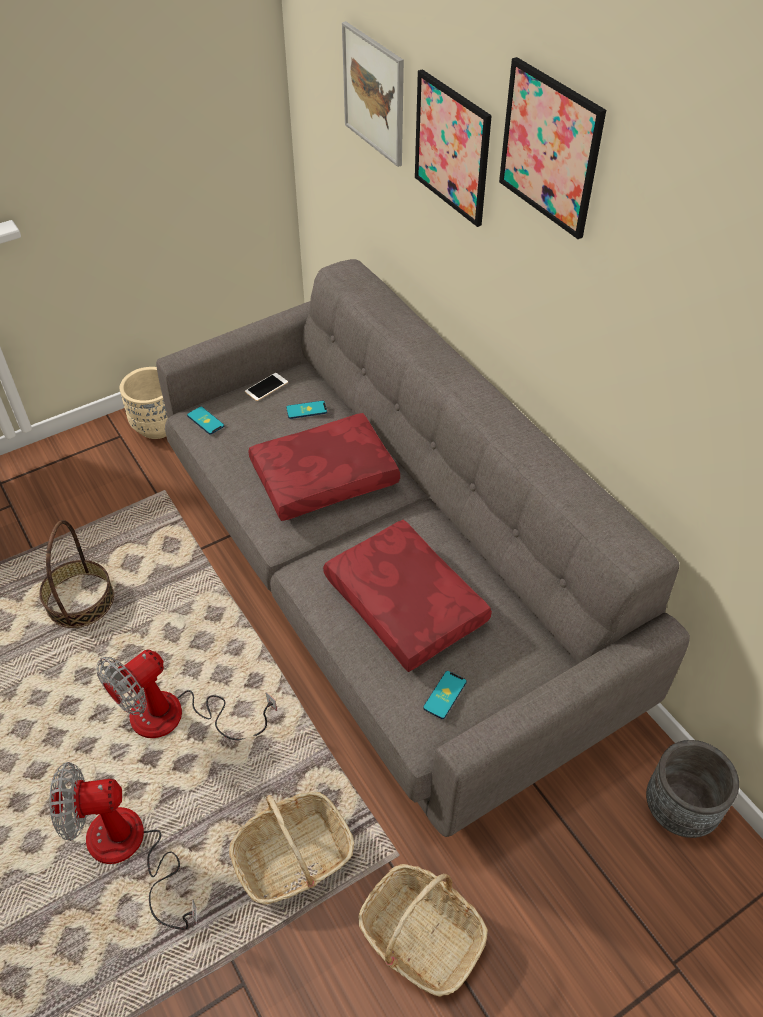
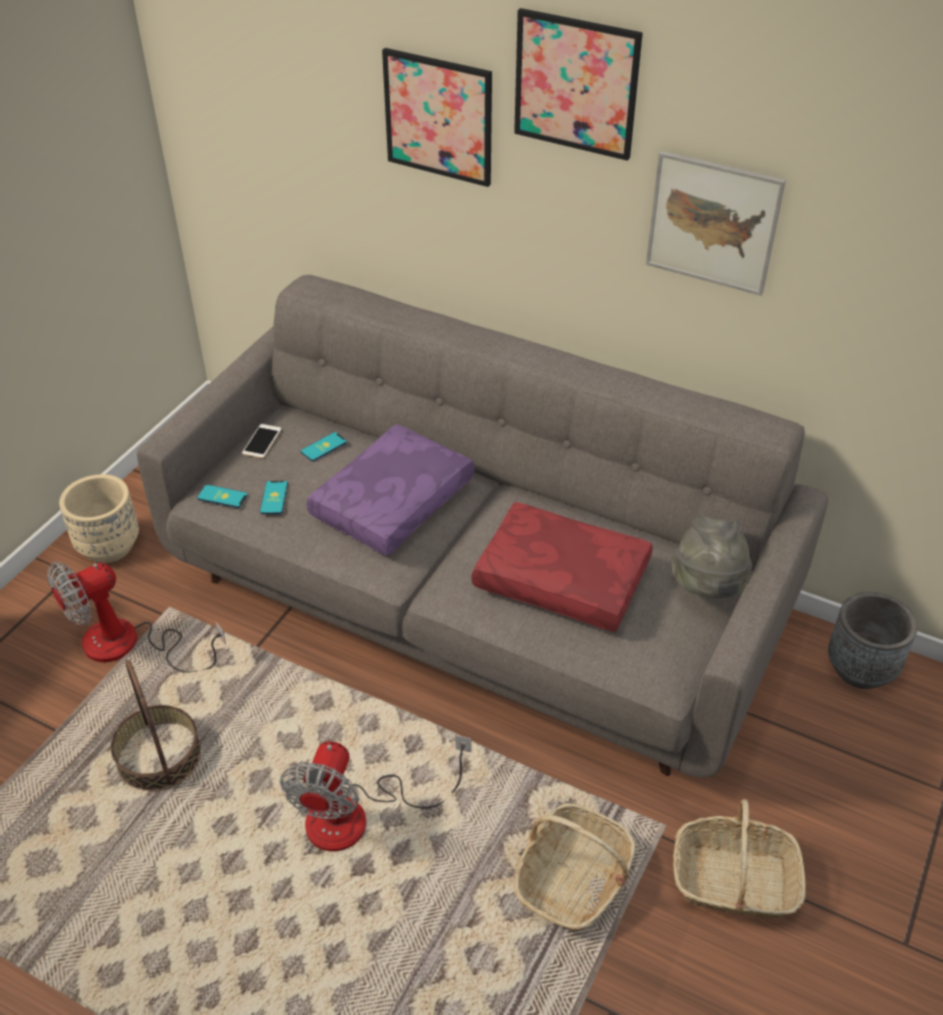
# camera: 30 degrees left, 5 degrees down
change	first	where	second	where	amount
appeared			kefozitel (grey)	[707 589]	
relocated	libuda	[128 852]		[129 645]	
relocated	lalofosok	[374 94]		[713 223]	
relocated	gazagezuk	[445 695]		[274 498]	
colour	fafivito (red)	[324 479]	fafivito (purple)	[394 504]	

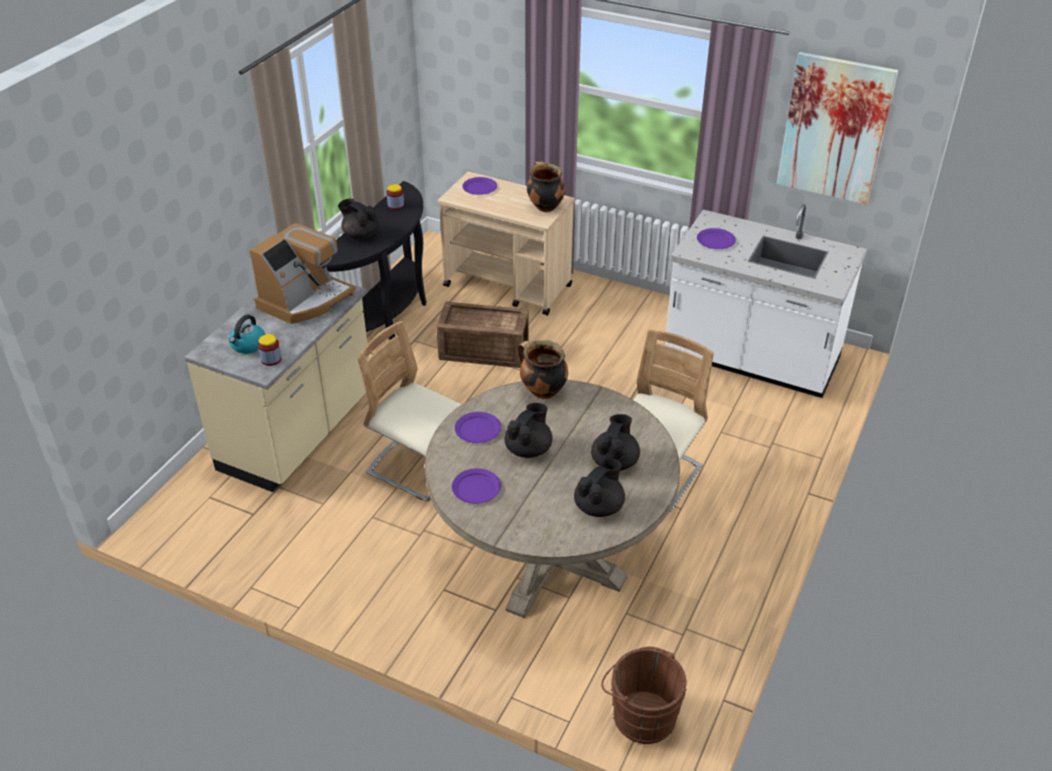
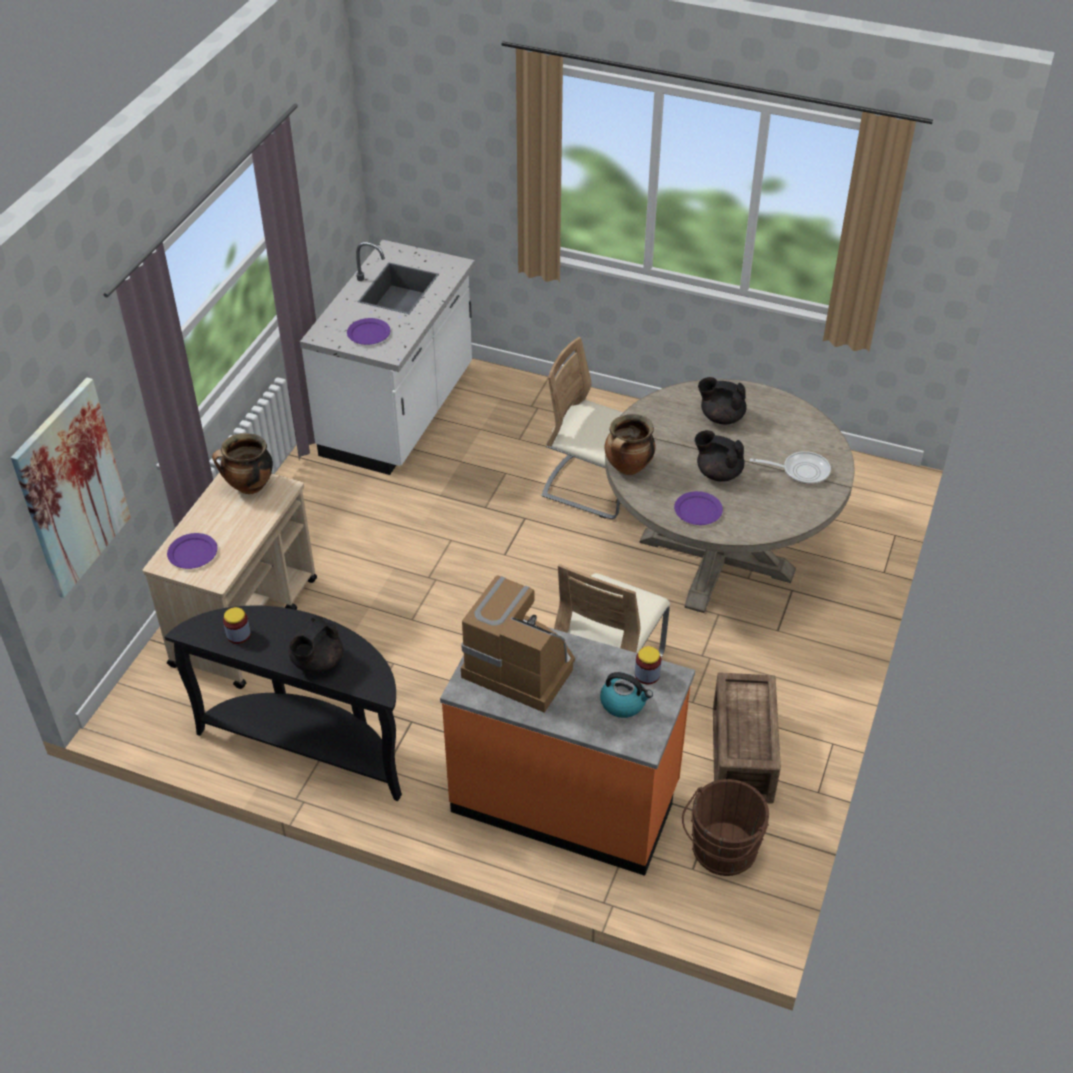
# camera: 95 degrees left, 5 degrees up
change	first	where	second	where	amount
missing	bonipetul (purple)	[476 488]			
missing	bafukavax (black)	[599 506]			
appeared			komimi	[801 471]	
relocated	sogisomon	[482 350]		[740 755]	
relocated	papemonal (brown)	[641 715]		[721 852]	
relocated	lalofosok	[834 129]		[72 488]	
colour	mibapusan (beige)	[299 434]	mibapusan (orange)	[565 798]	

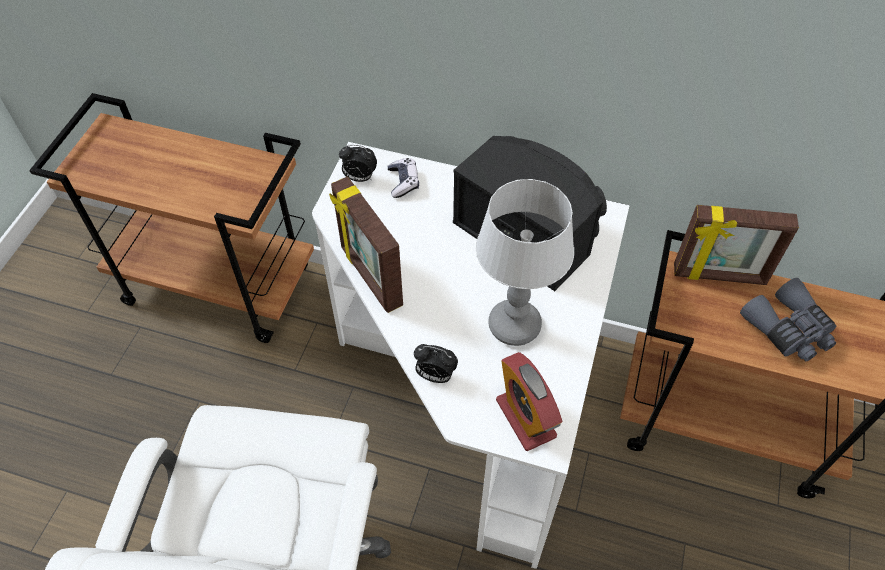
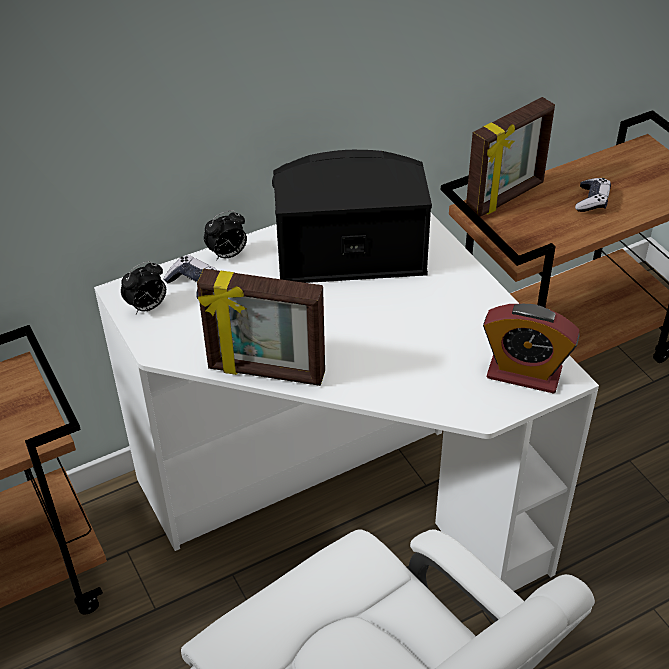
# camera: 45 degrees left, 10 degrees down
change	first	where	second	where	amount
missing	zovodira	[515 325]			
relocated	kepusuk	[435 375]		[227 255]	
exchanged	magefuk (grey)	[788 330]	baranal	[592 201]	

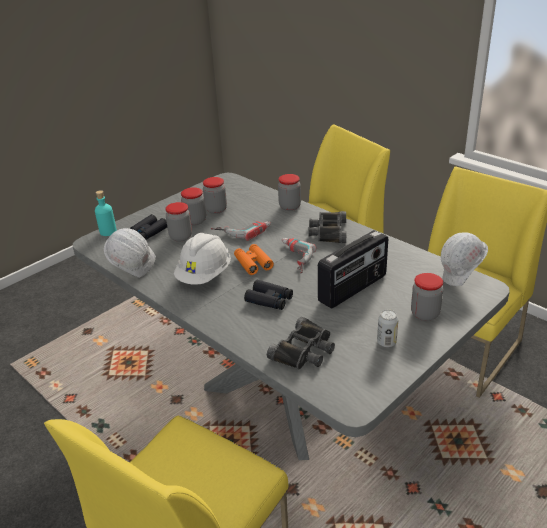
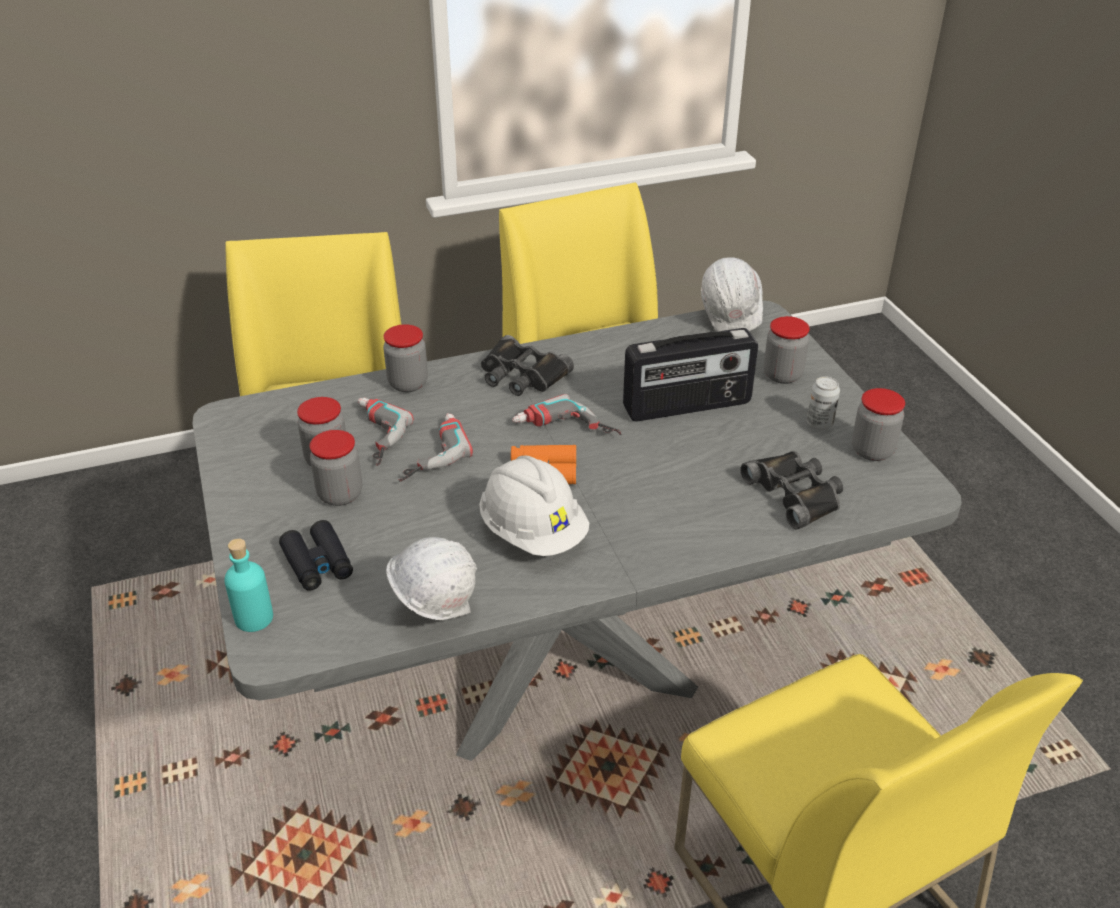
# camera: 65 degrees left, 5 degrees up
change	first	where	second	where	amount
missing	magefuk (black)	[269 300]			
appeared			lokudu	[370 436]	
relocated	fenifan	[181 237]		[872 451]	
spun	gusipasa	[353 289]		[687 406]	90 degrees clockwise

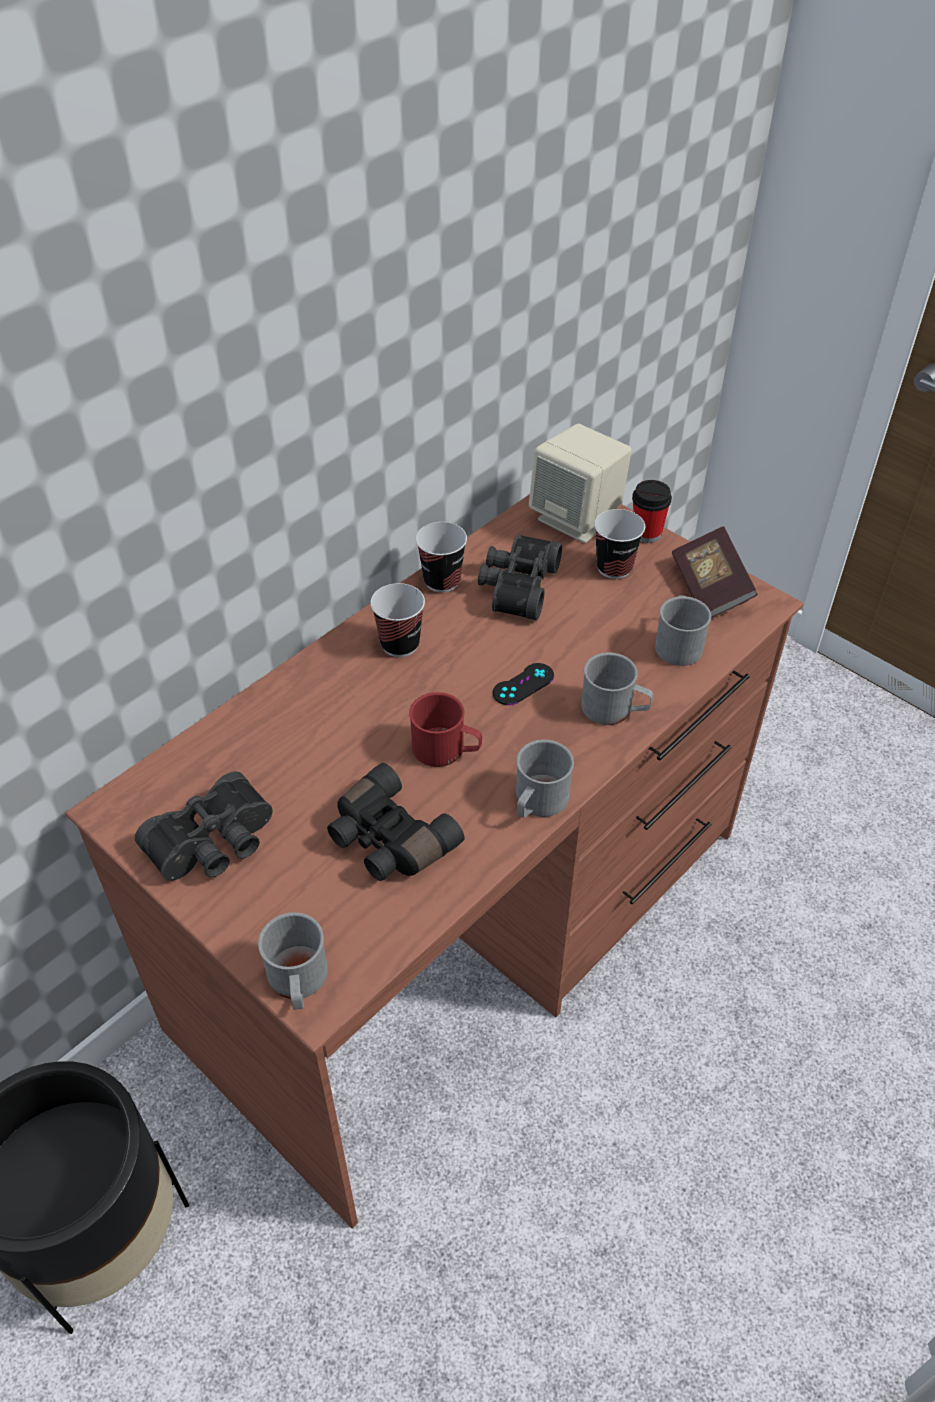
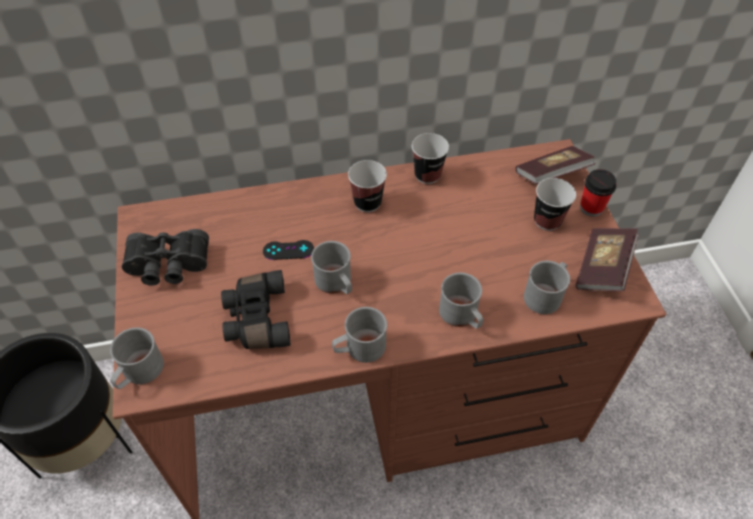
# camera: 35 degrees right, 5 degrees up
change	first	where	second	where	amount
missing	magefuk (black)	[516 586]			
relocated	baranal (black)	[523 684]		[288 250]	
exchanged	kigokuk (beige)	[577 518]	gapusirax	[551 175]	
colour	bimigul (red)	[446 750]	bimigul (grey)	[336 283]	

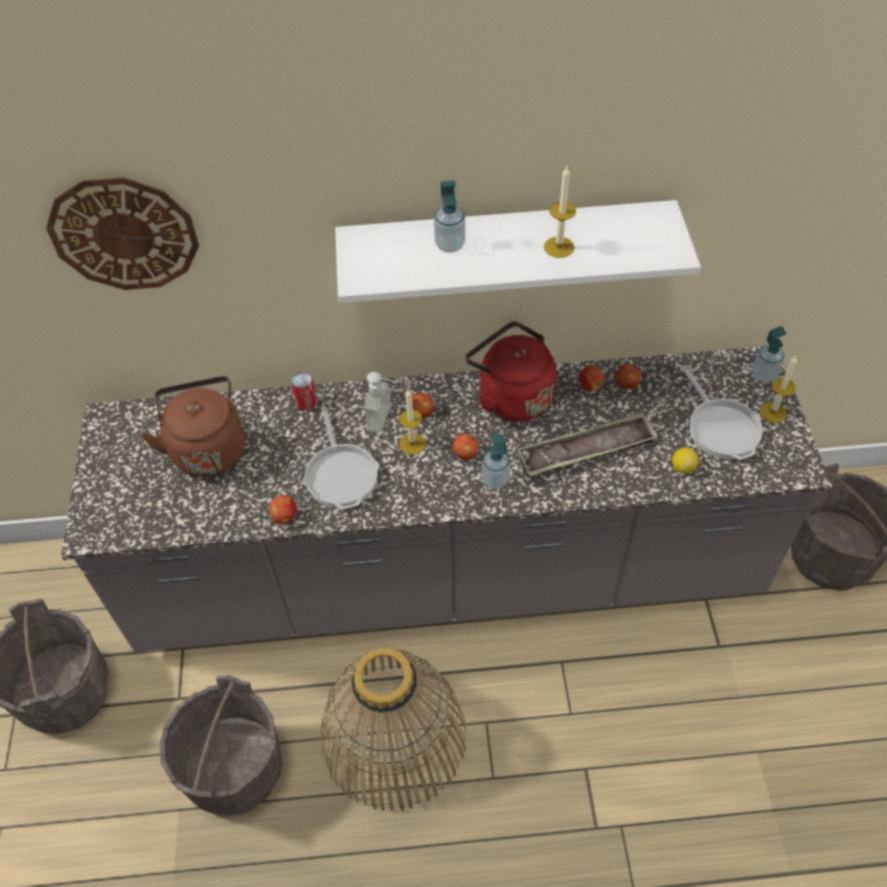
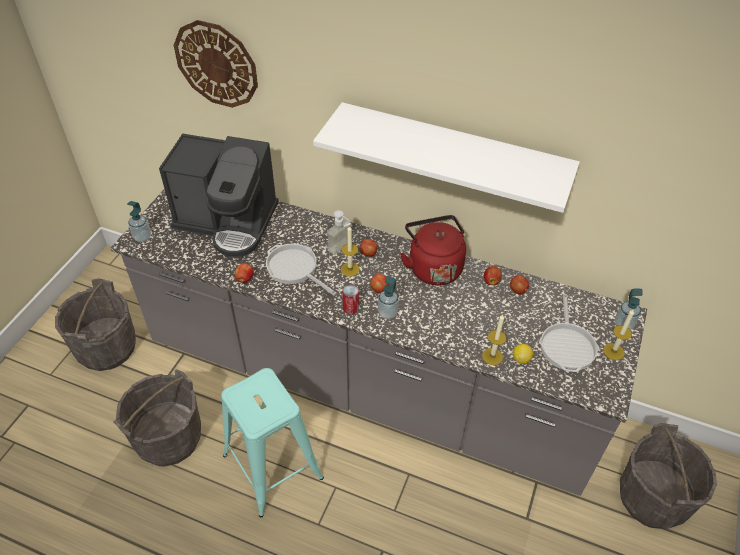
# camera: 25 degrees right, 5 degrees down
change	first	where	second	where	amount
missing	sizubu	[587 450]			
relocated	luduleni	[306 402]		[351 308]	
relocated	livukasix	[450 245]		[142 237]	
relocated	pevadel	[559 247]		[492 356]	
exchanged	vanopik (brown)	[207 447]	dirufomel	[228 222]	
exchanged	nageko	[394 736]	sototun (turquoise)	[272 466]	
spun	komimi	[341 474]		[294 269]	120 degrees clockwise

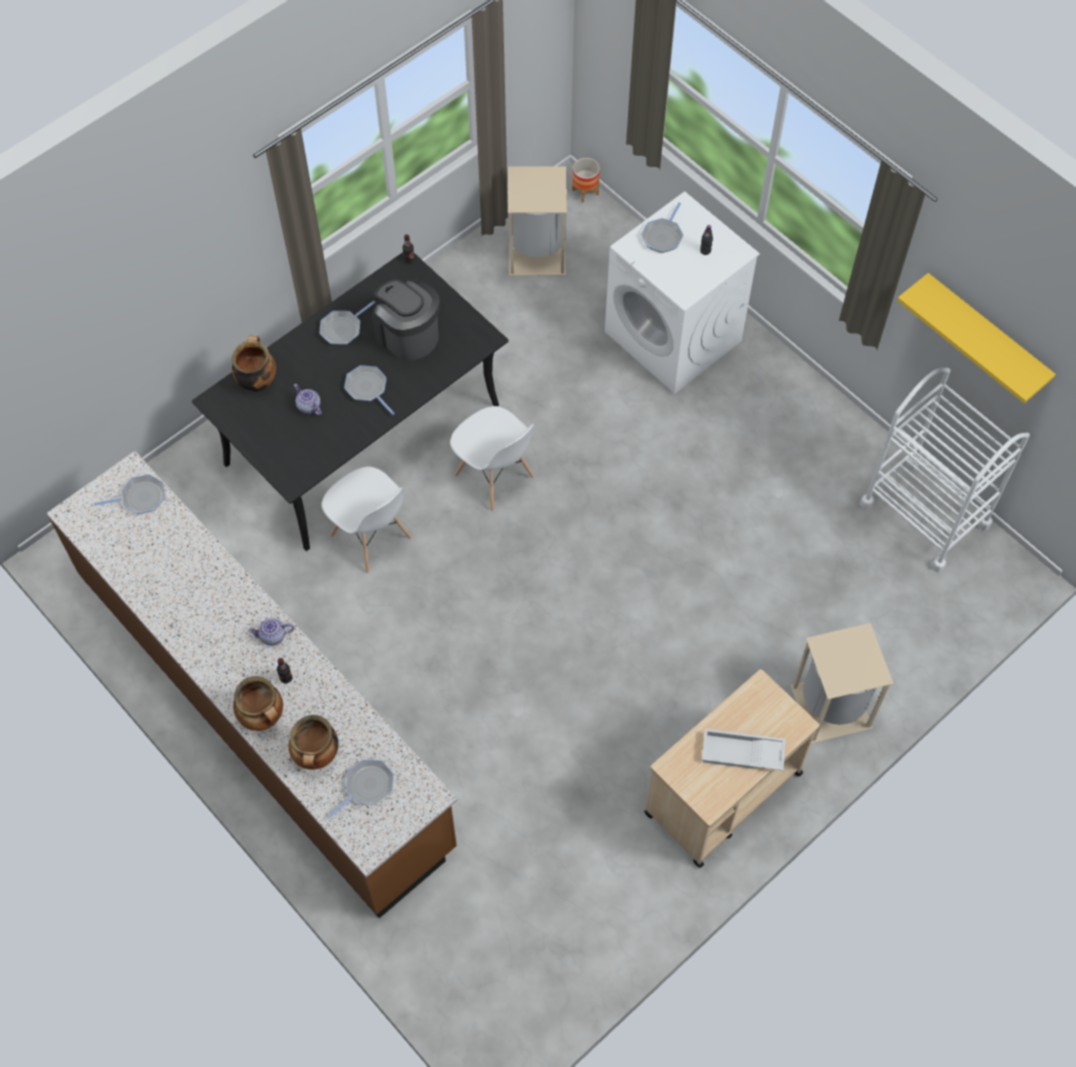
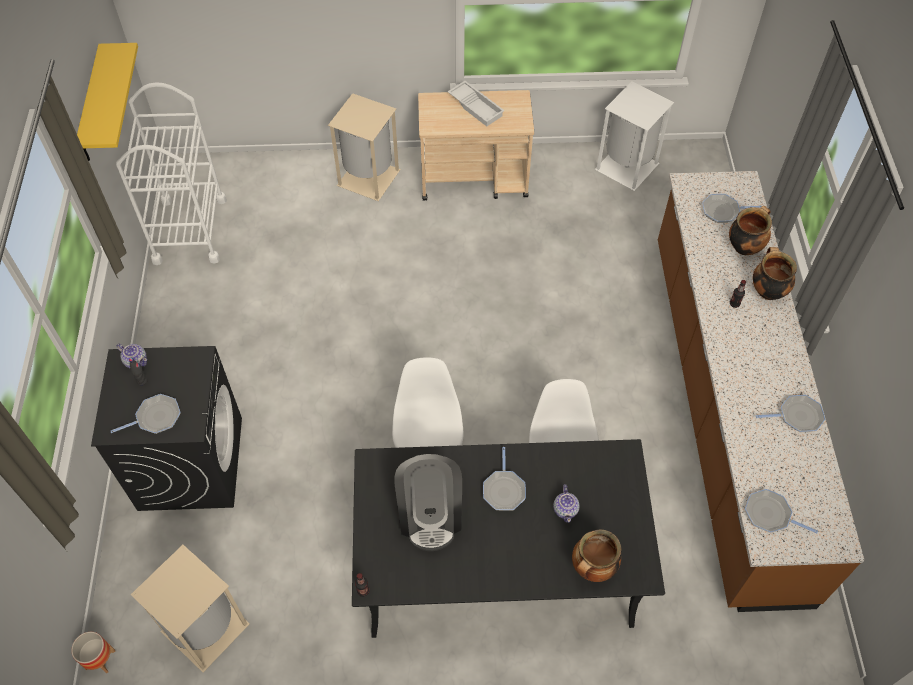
# camera: 140 degrees left, 5 degrees down
change	first	where	second	where	amount
appeared			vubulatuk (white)	[628 166]	
relocated	bafukavax	[273 636]		[136 360]	
relocated	komimi	[343 329]		[797 416]	
colour	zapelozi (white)	[674 336]	zapelozi (black)	[190 462]	

